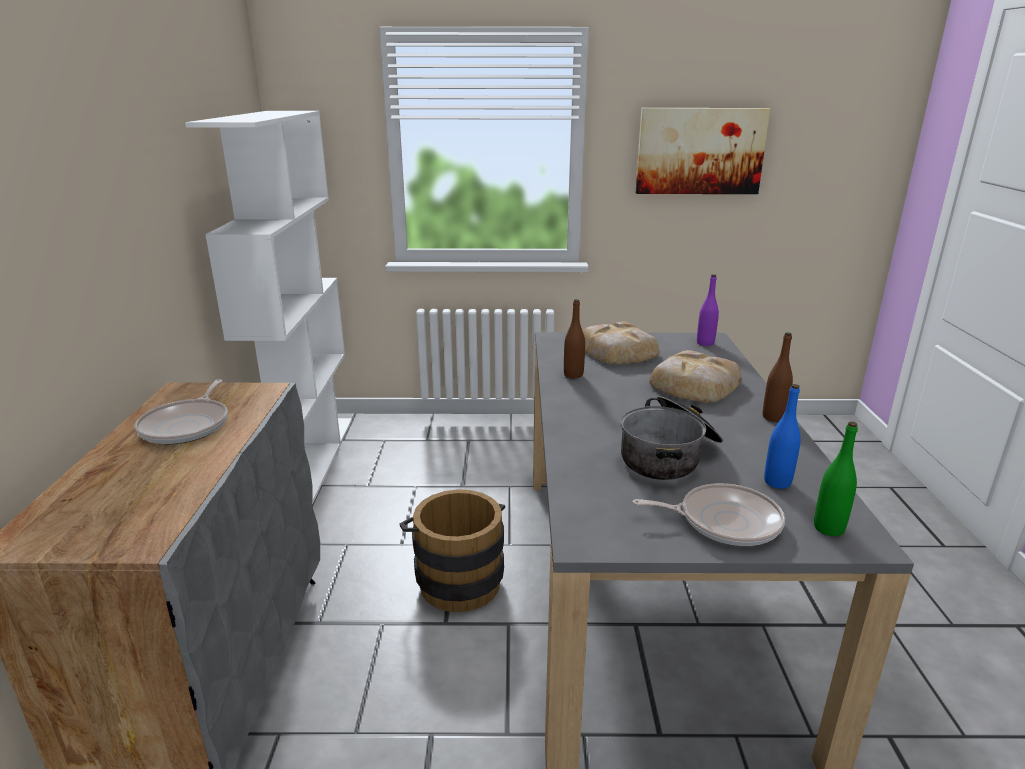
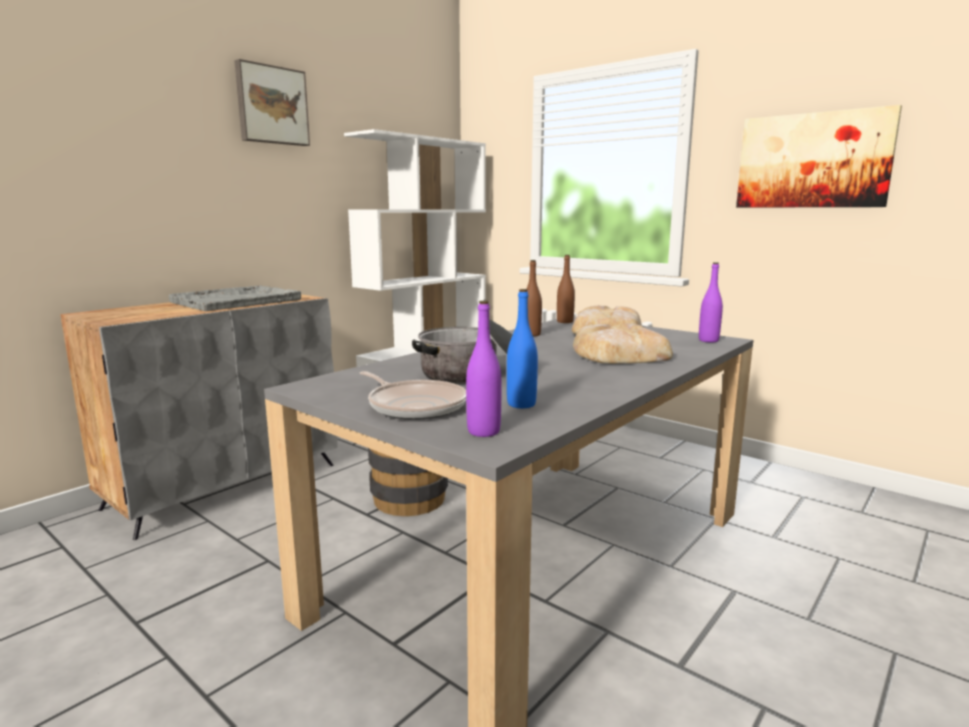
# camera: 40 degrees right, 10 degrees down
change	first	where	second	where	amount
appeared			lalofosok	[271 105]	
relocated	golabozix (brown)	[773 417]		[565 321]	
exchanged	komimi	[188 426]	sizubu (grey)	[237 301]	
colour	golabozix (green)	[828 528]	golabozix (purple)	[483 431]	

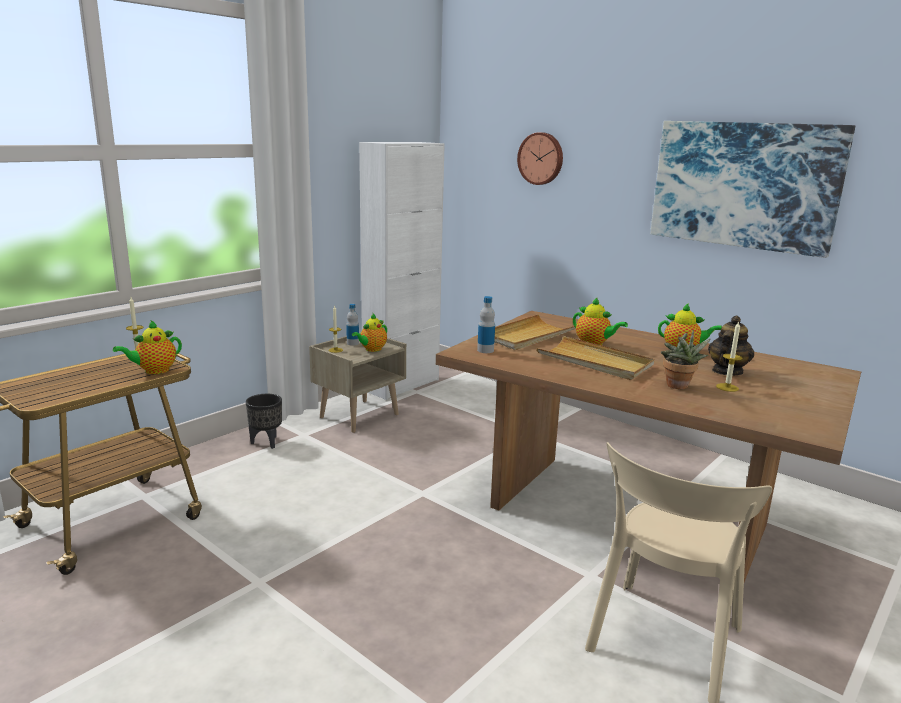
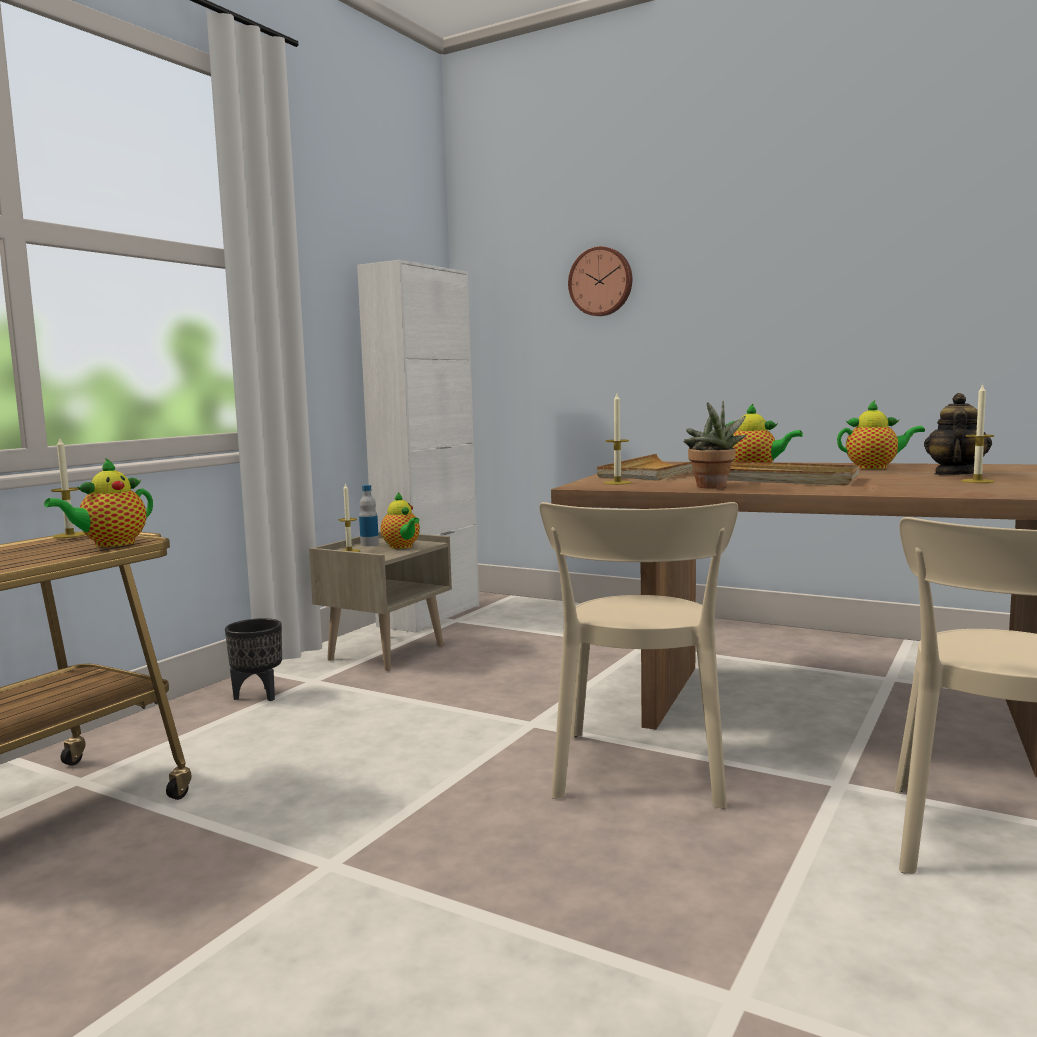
# camera: 10 degrees left, 10 degrees down
change	first	where	second	where	amount
missing	lalofosok	[743 185]			
appeared			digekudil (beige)	[640 773]	
relocated	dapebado	[678 387]		[713 487]	
exchanged	golabozix	[485 350]	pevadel	[617 483]	
spun	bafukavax	[372 349]		[402 547]	60 degrees counterclockwise

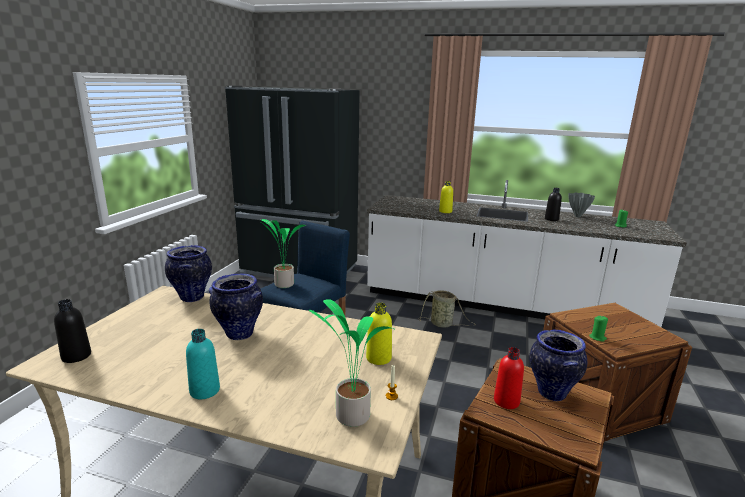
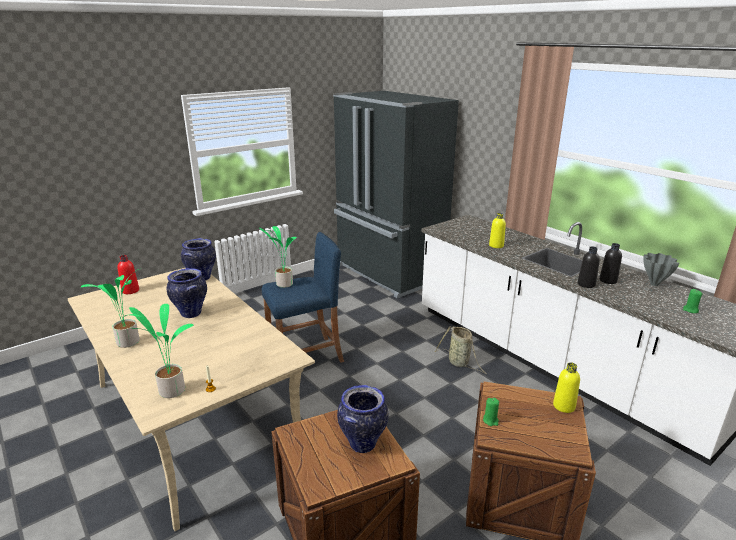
# camera: 35 degrees right, 5 degrees up
change	first	where	second	where	amount
relocated	golabozix (black)	[76 356]		[586 284]	
relocated	golabozix (yellow)	[378 358]		[564 406]	
relocated	golabozix (red)	[506 401]		[130 291]	
exchanged	golabozix (turquoise)	[204 390]	dapebado	[127 343]	

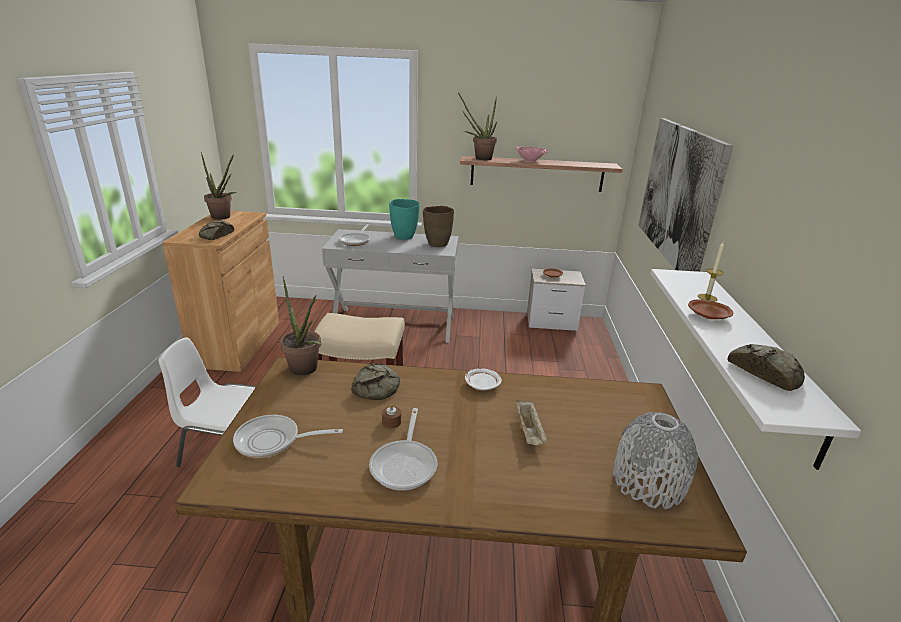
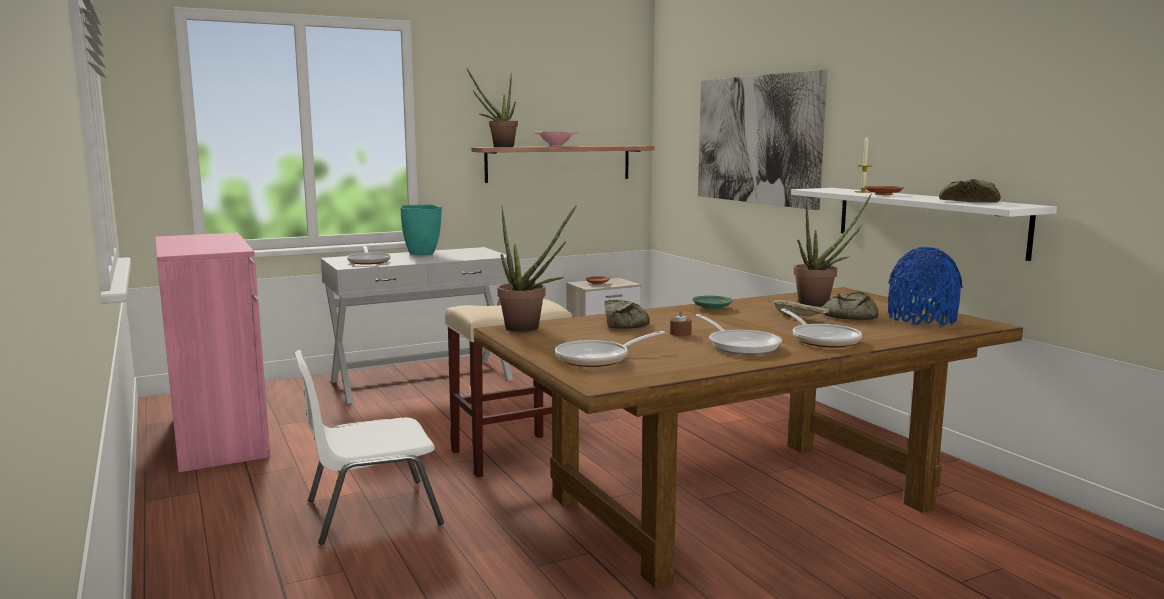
# camera: 30 degrees left, 15 degrees down
change	first	where	second	where	amount
missing	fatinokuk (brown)	[437 244]			
appeared			komimi	[822 339]	
relocated	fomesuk	[216 235]		[848 316]	
relocated	dapebado	[223 217]		[820 303]	
colour	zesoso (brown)	[238 343]	zesoso (pink)	[219 437]	
colour	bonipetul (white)	[482 384]	bonipetul (green)	[711 308]	
colour	fatinokuk (grey)	[648 483]	fatinokuk (blue)	[922 319]	

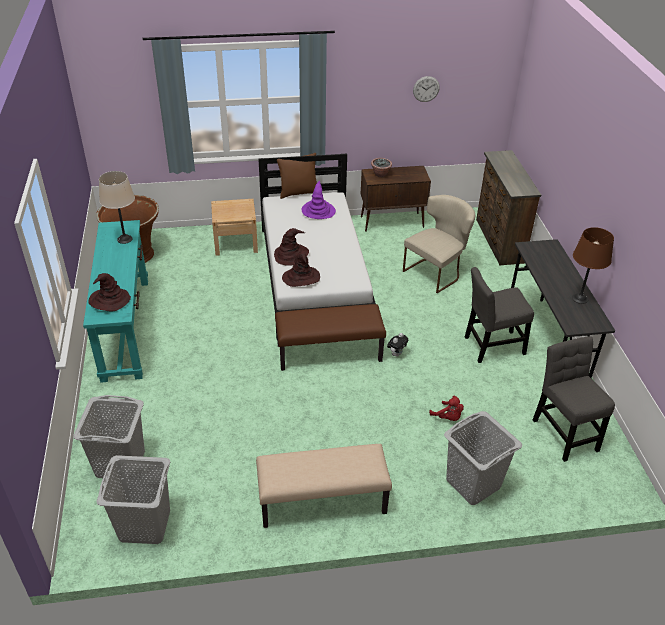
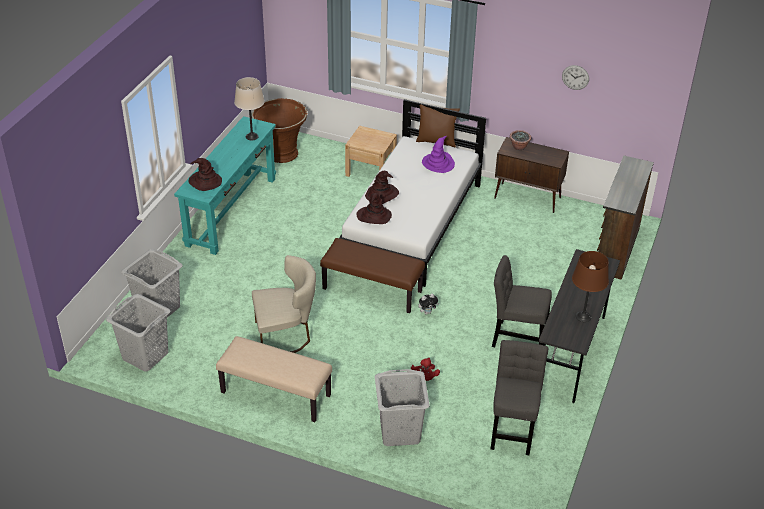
# camera: 30 degrees right, 0 degrees up
change	first	where	second	where	amount
relocated	digekudil (beige)	[436 272]		[286 335]	

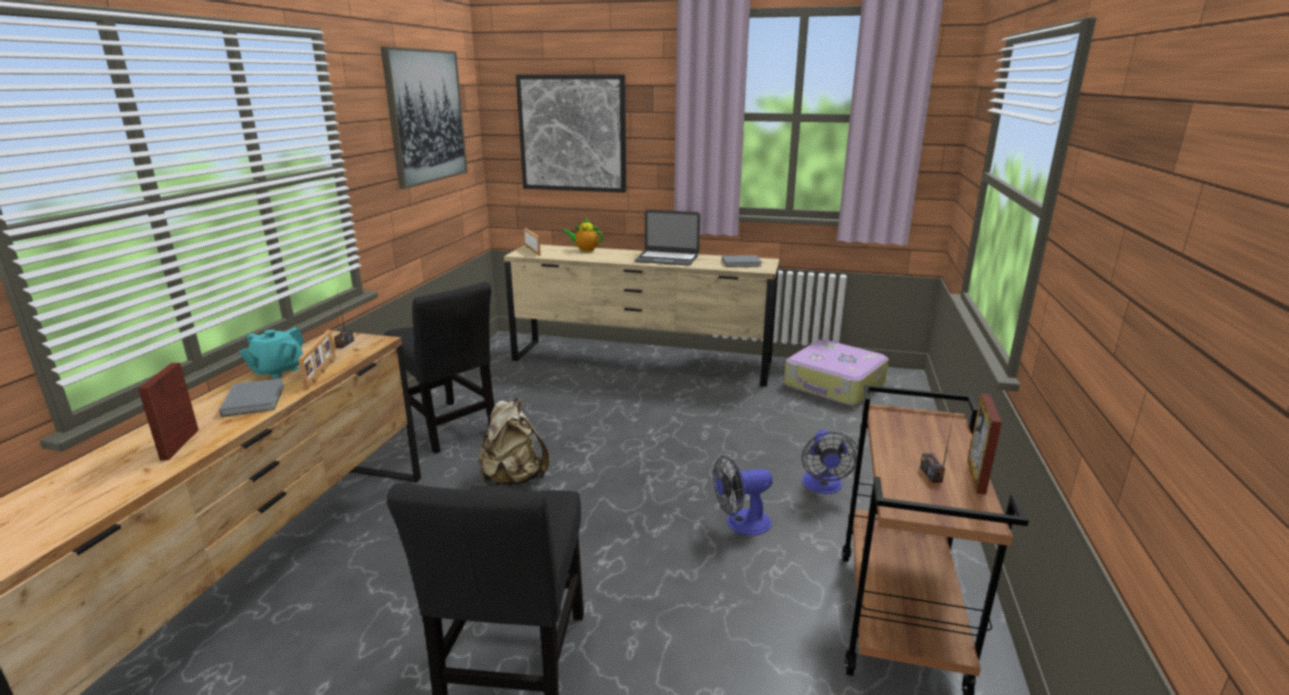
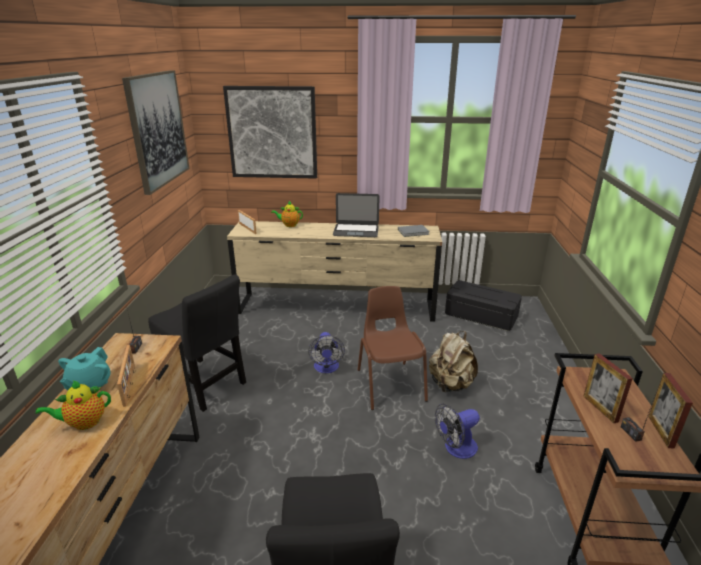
# camera: 10 degrees left, 5 degrees up
change	first	where	second	where	amount
appeared			digekudil (brown)	[390 384]	
relocated	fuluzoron	[180 444]		[600 408]	
relocated	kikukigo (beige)	[513 479]		[450 384]	
relocated	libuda	[823 487]		[326 368]	
exchanged	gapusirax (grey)	[255 399]	bafukavax	[84 423]	
exchanged	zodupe	[834 385]	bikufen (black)	[481 315]	

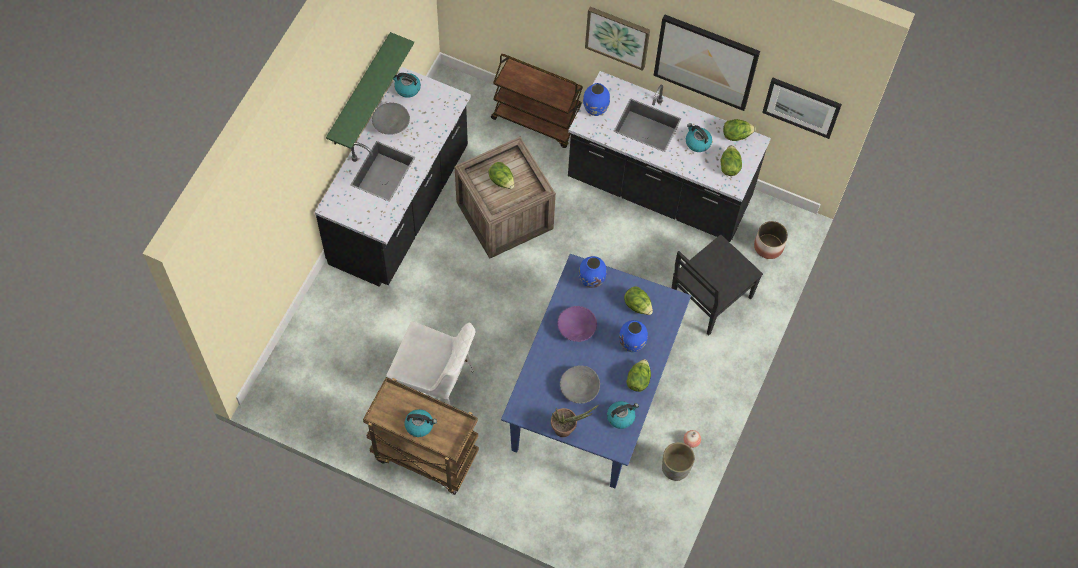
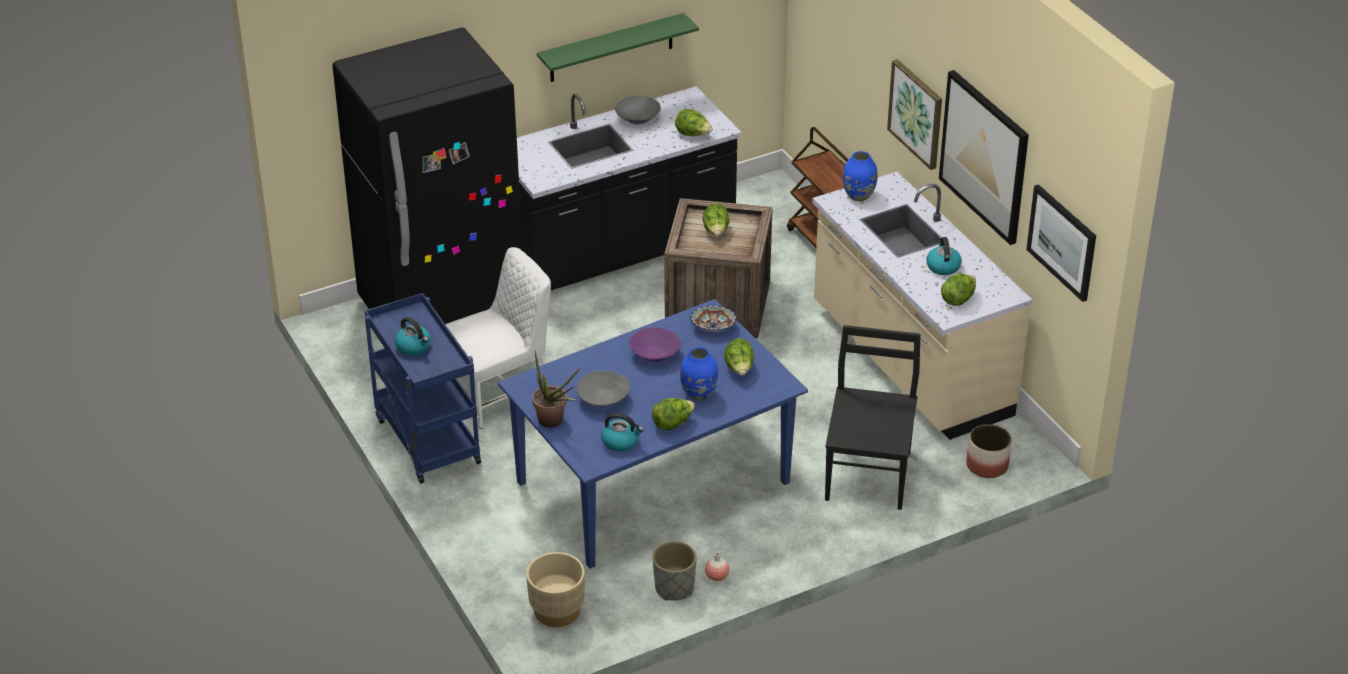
# camera: 40 degrees right, 25 degrees down
change	first	where	second	where	amount
missing	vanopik	[407 88]			
appeared			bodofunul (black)	[442 312]	
appeared			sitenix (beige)	[557 611]	
relocated	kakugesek	[736 135]		[693 134]	
exchanged	fatinokuk (blue)	[591 280]	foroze	[713 327]	
colour	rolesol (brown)	[424 456]	rolesol (blue)	[425 440]	
colour	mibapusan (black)	[659 190]	mibapusan (beige)	[909 362]	
spun	digekudil (white)	[435 383]		[500 392]	90 degrees counterclockwise
spun	digekudil (black)	[709 299]		[868 473]	105 degrees clockwise

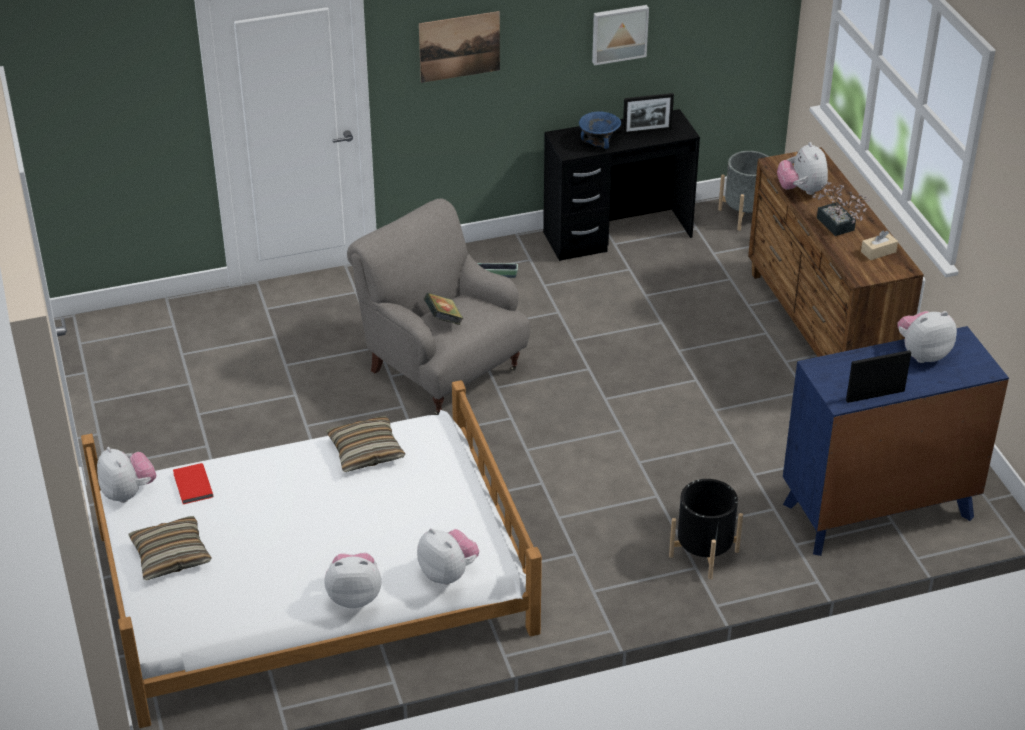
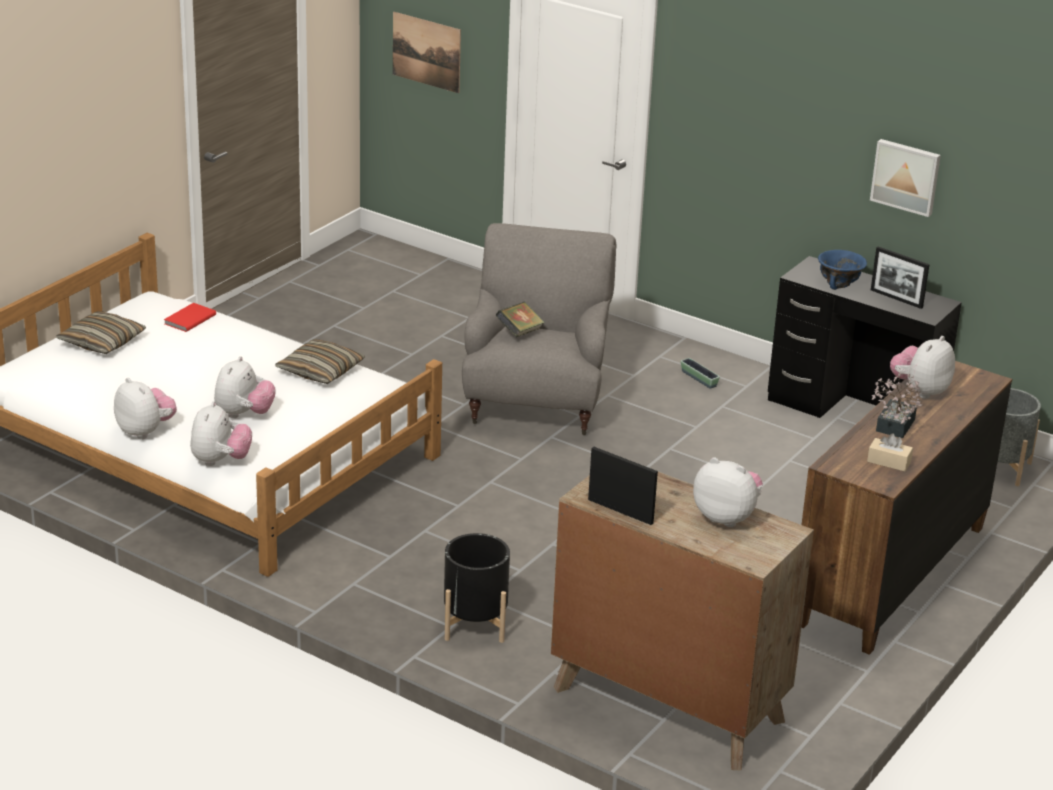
# camera: 50 degrees right, 10 degrees down
change	first	where	second	where	amount
relocated	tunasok	[128 492]		[244 414]	
relocated	lalofosok	[459 46]		[426 52]	
colour	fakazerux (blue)	[878 511]	fakazerux (brown)	[667 704]	

